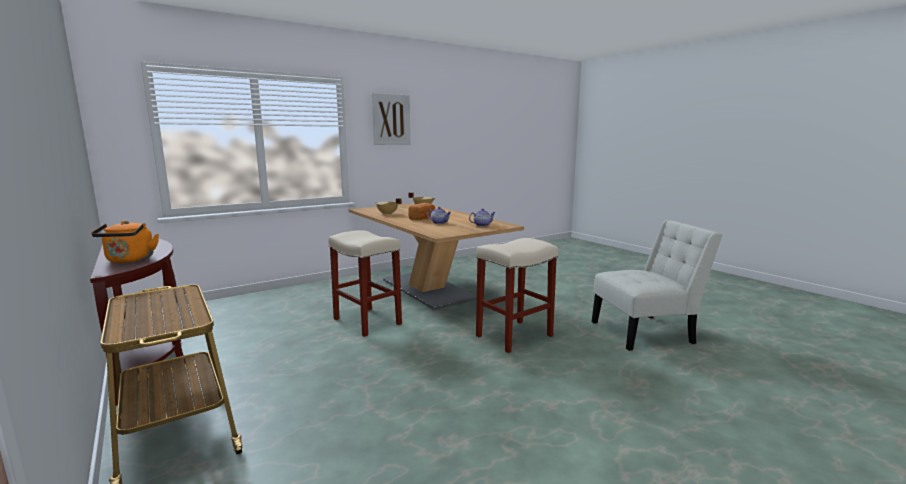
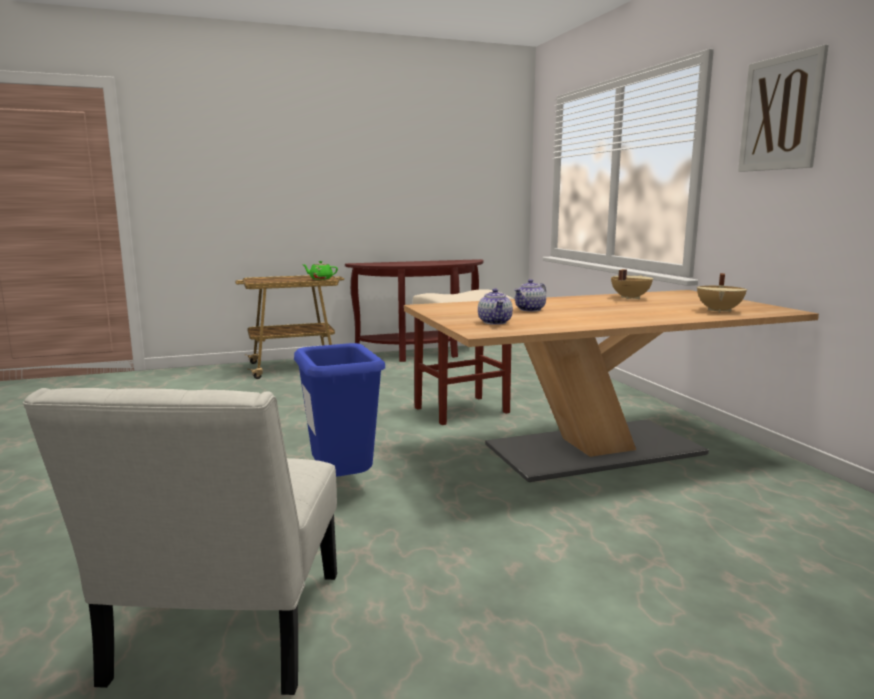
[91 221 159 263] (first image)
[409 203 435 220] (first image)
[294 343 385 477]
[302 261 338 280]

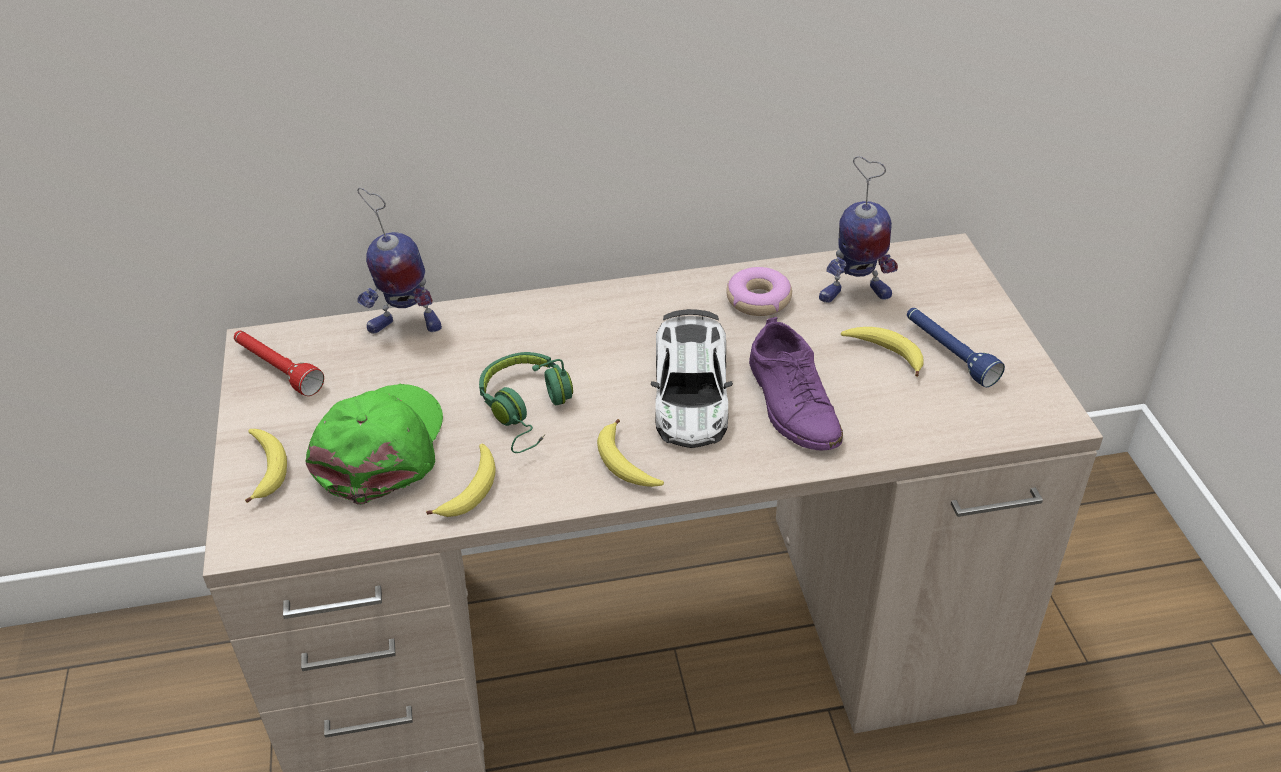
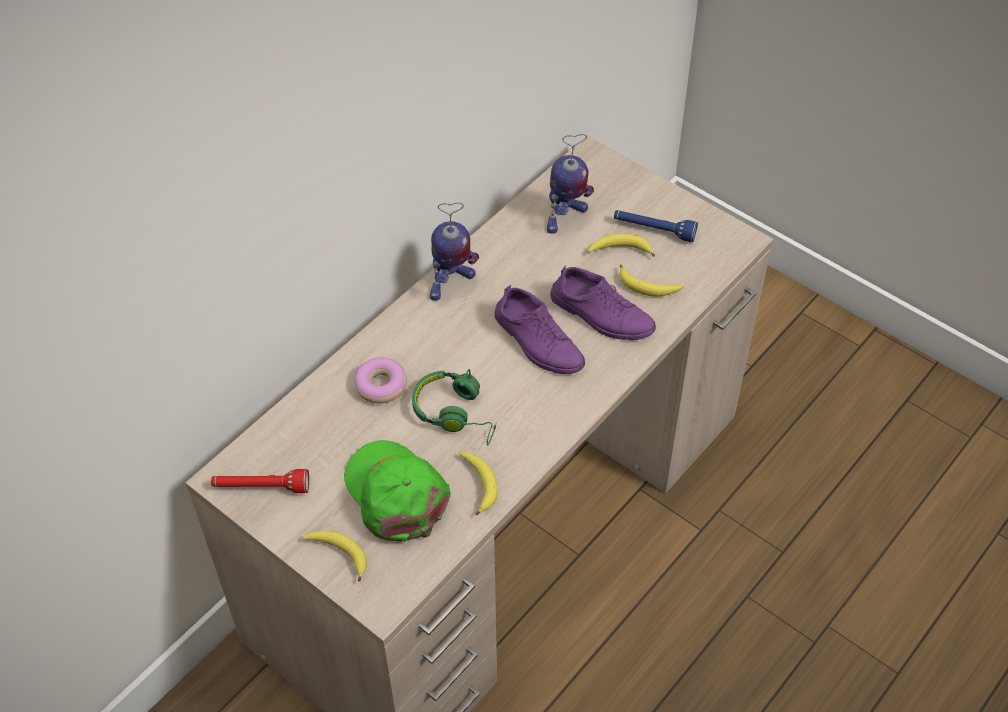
[430 202 479 301]
[620 264 684 296]
[494 285 585 374]
[354 357 407 403]

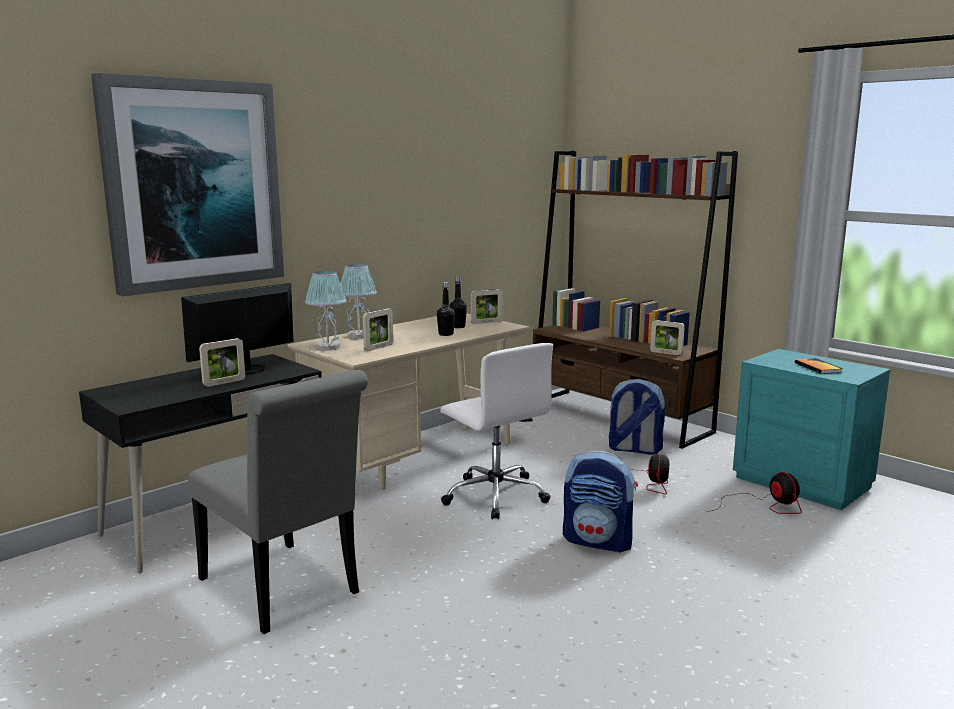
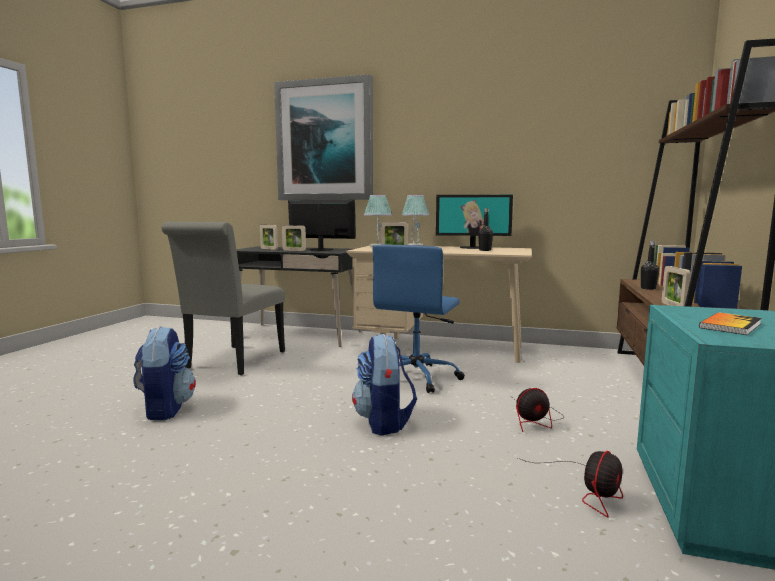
[641 241 660 290]
[372 245 465 393]
[260 225 278 250]
[133 326 196 420]
[436 195 513 249]

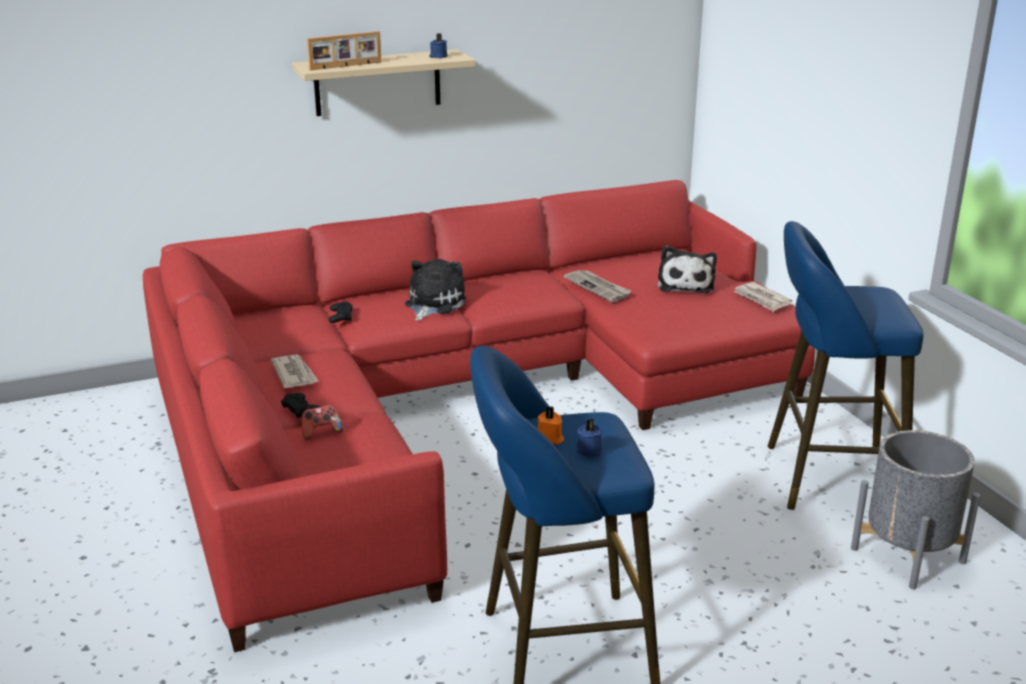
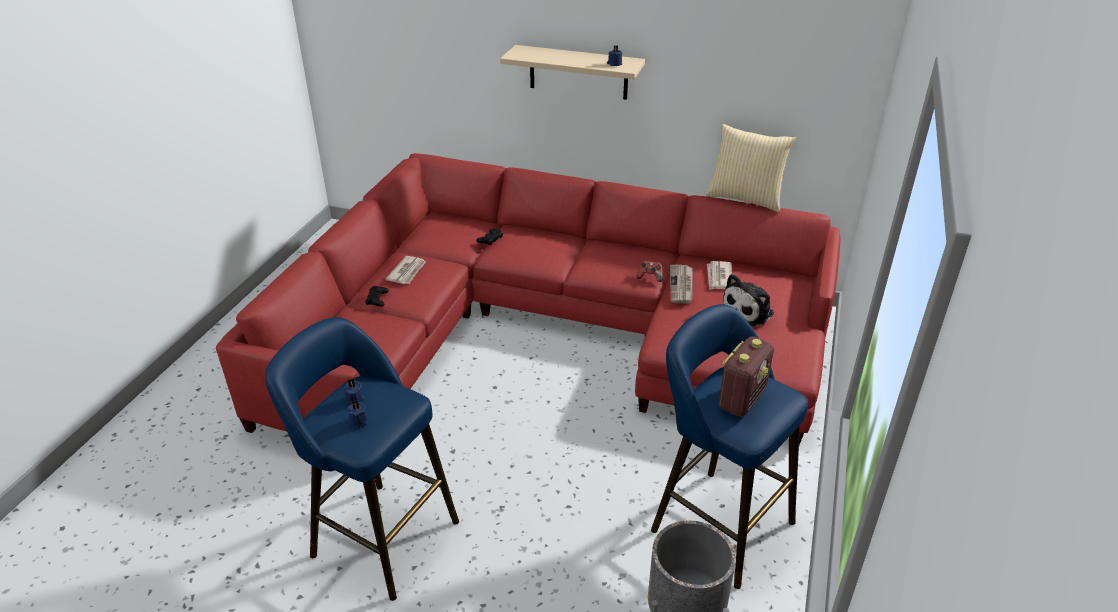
[637 260 663 282]
[307 31 381 70] (first image)
[405 259 467 321] (first image)
[344 378 365 405]
[707 261 732 290]
[706 124 797 212]
[719 336 774 417]

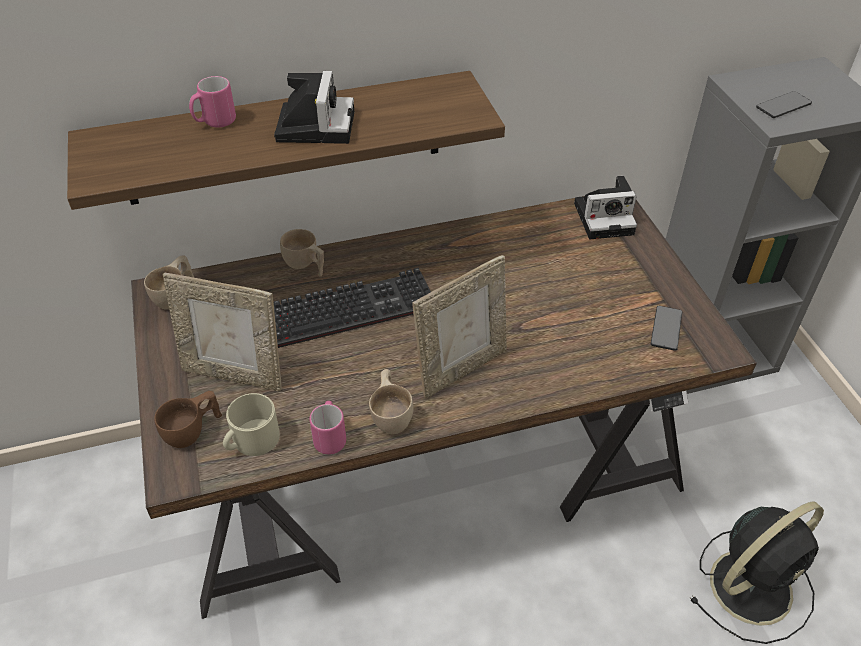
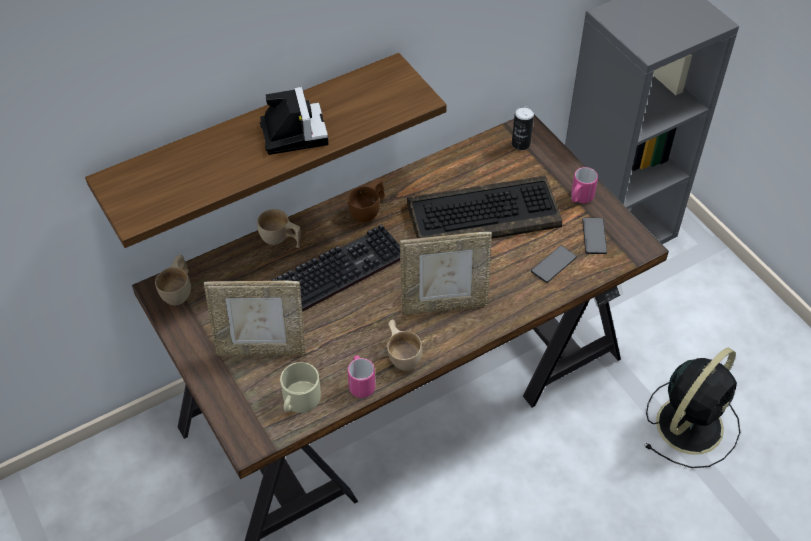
[348 178 385 222]
[571 167 598 203]
[400 232 492 315]
[512 106 534 150]
[531 246 577 283]
[407 176 562 239]

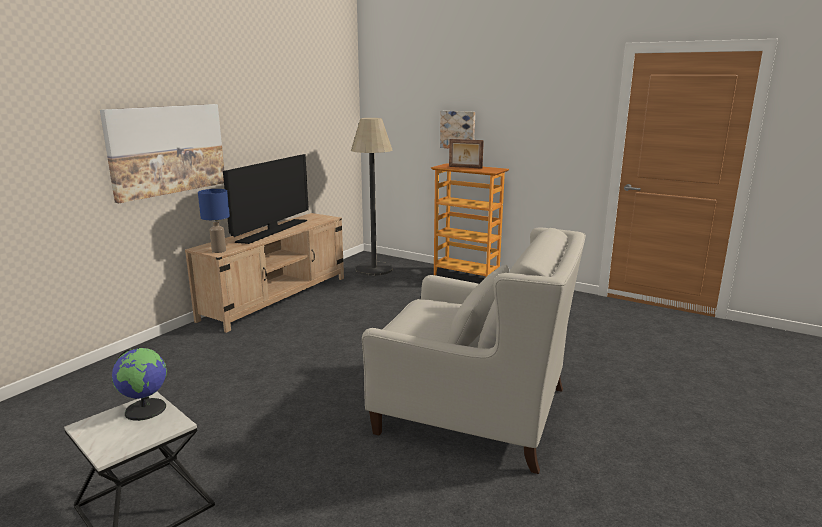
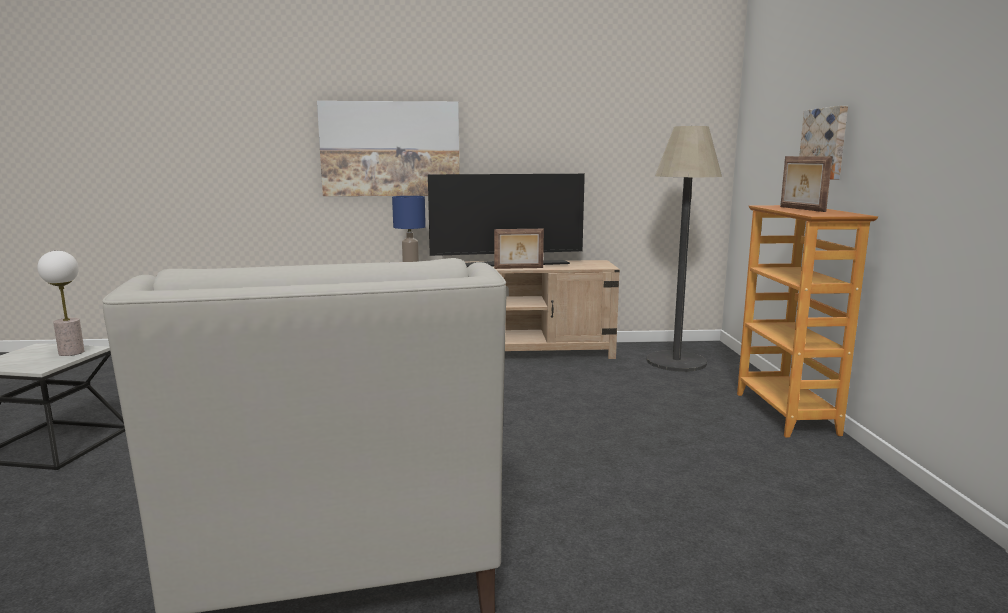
[38 251 84 356]
[494 229 544 269]

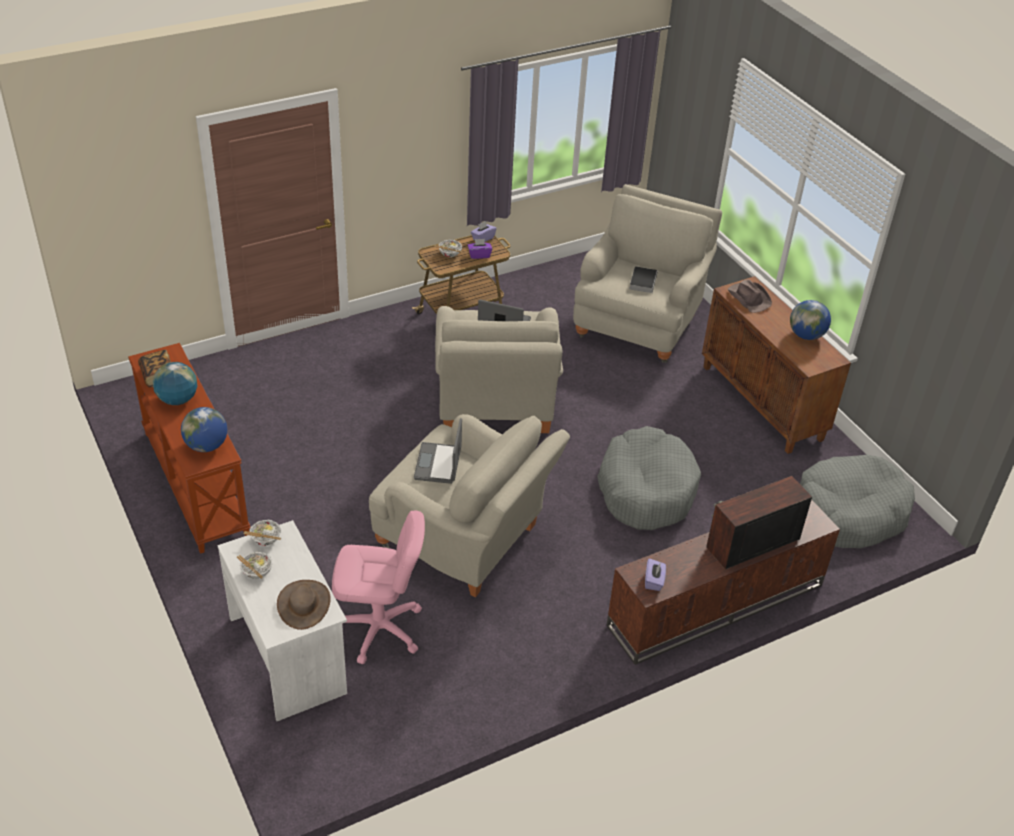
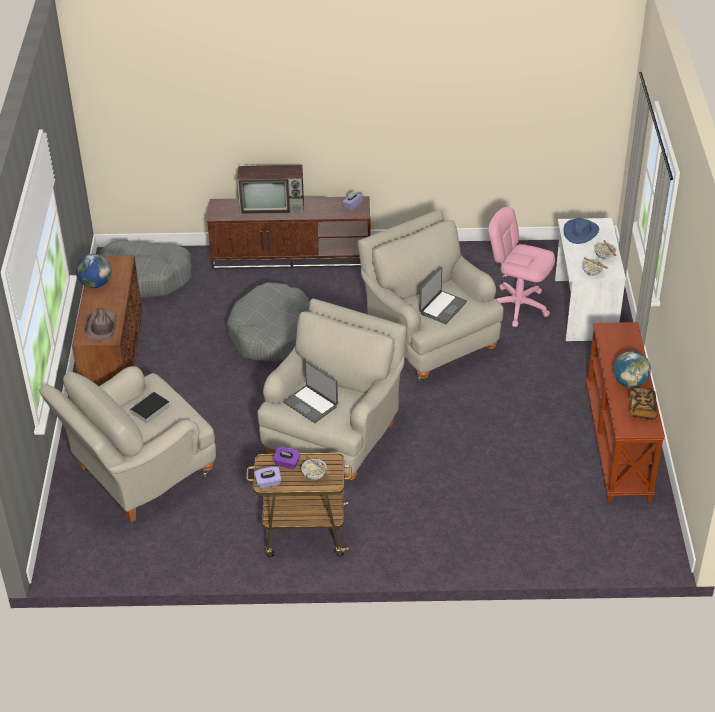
[181 407 227 452] (first image)
[563 218 599 244]

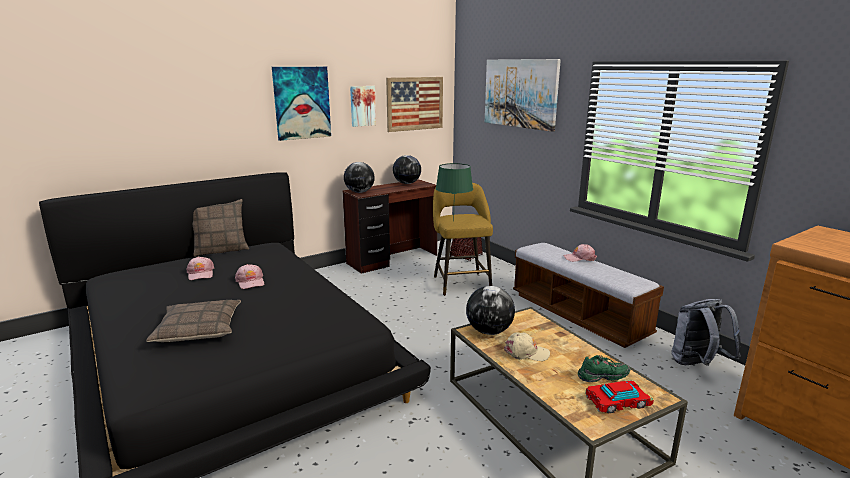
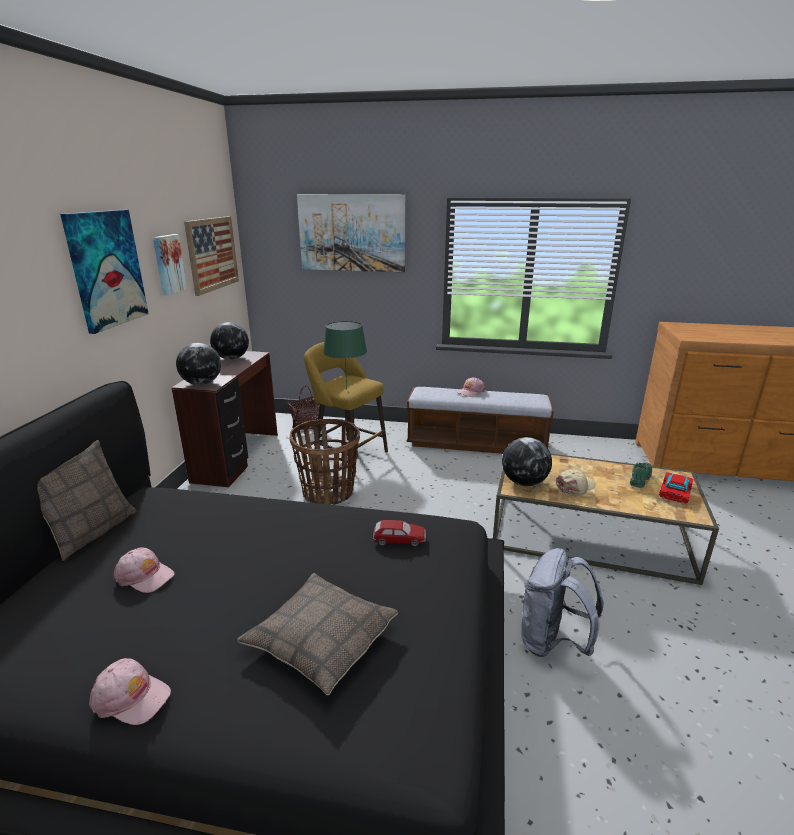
[89 658 171 725]
[521 548 604 657]
[290 419 360 505]
[373 520 426 546]

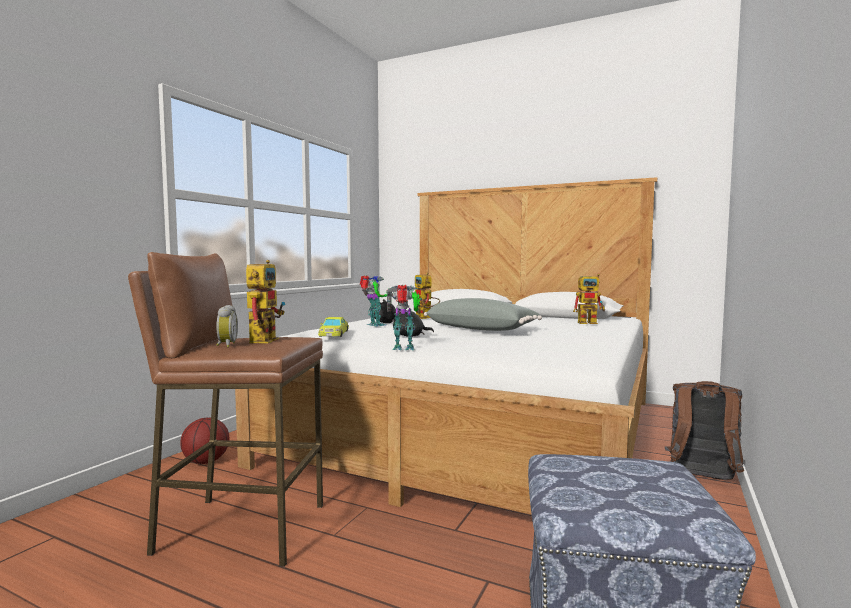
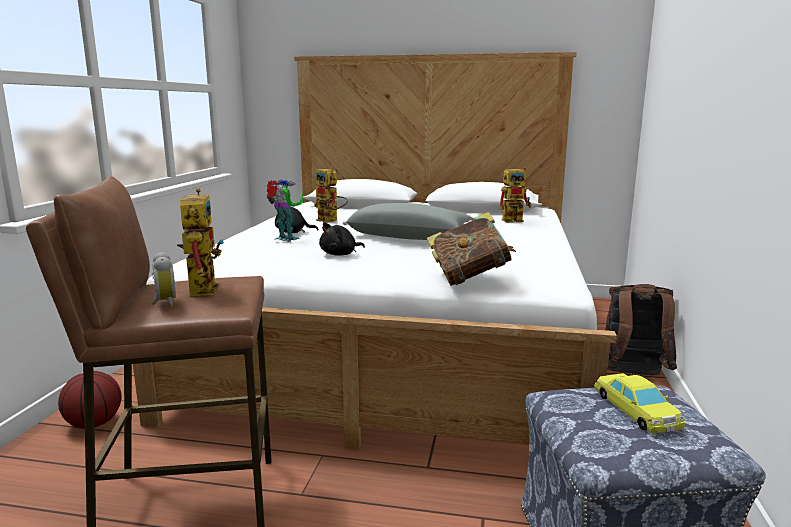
[594 373 685 434]
[386 285 421 350] (first image)
[427 212 516 286]

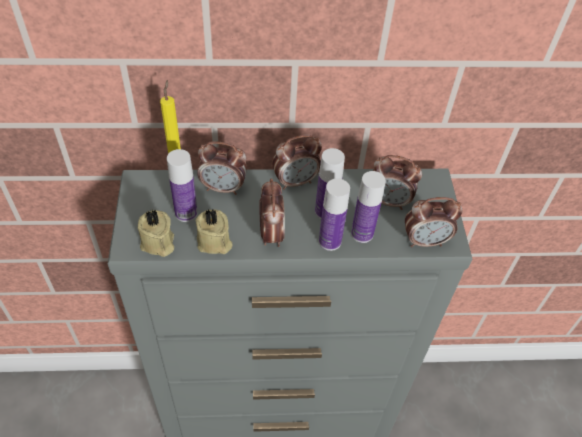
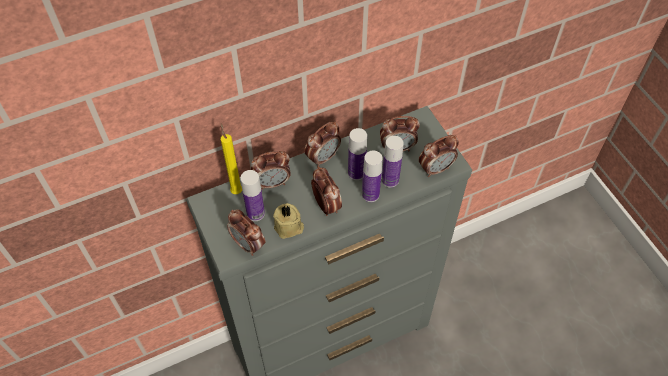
[227 209 265 256]

